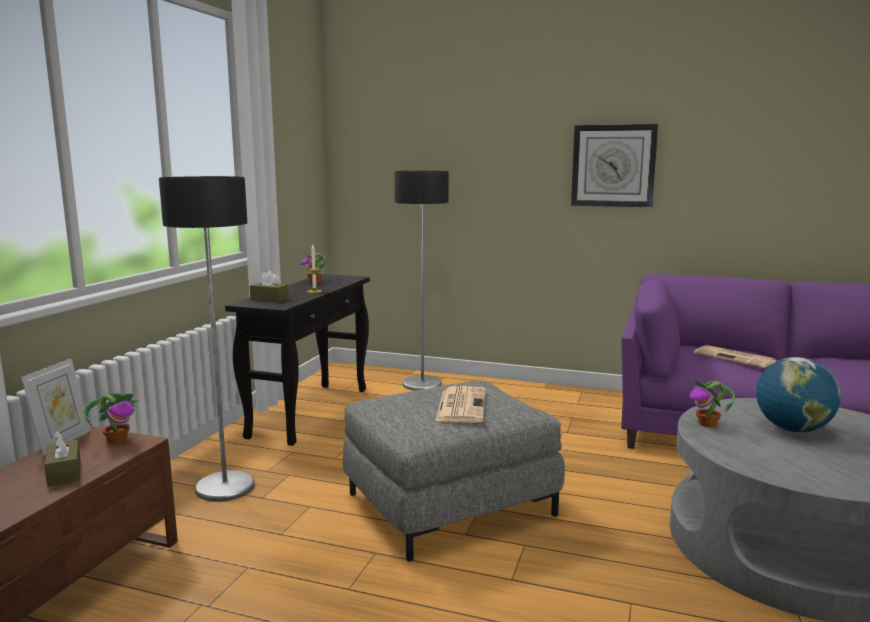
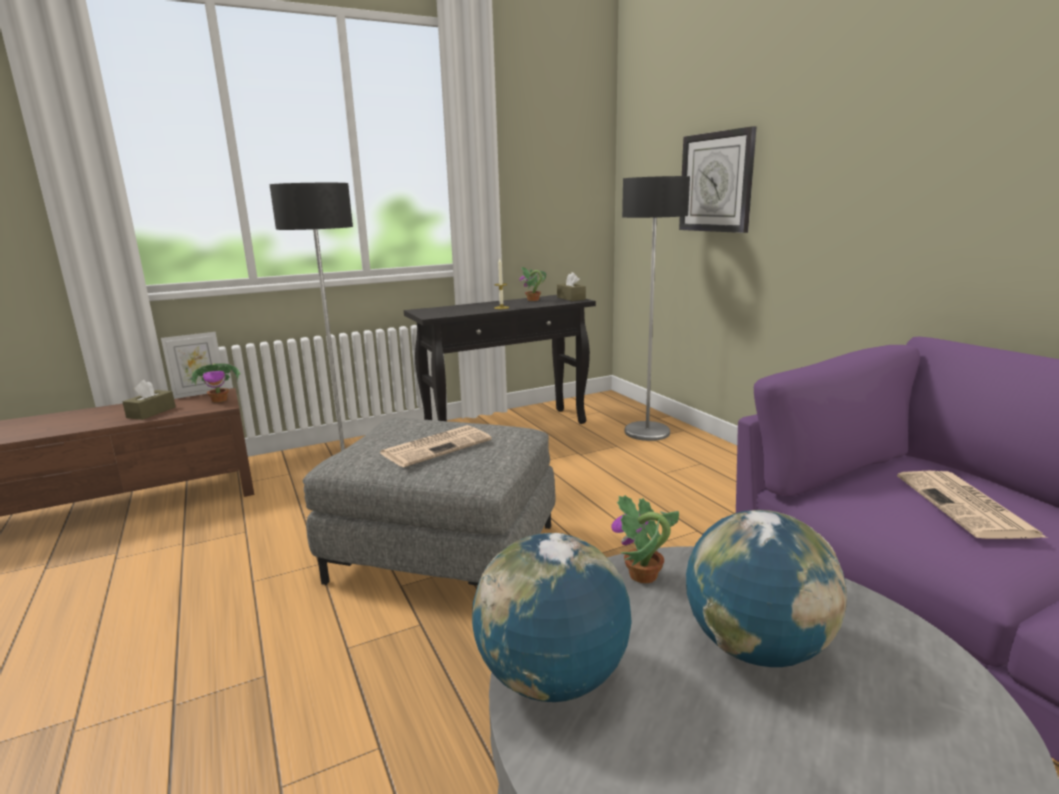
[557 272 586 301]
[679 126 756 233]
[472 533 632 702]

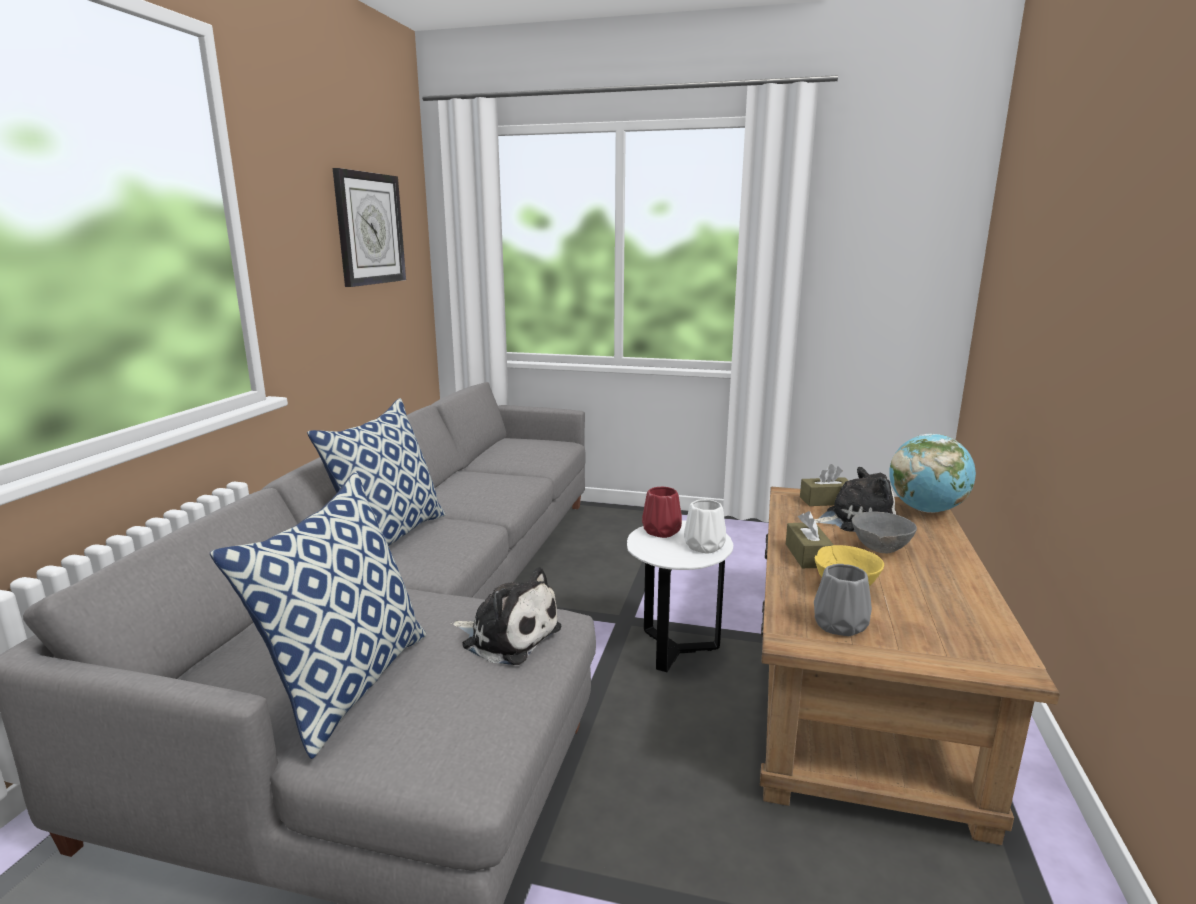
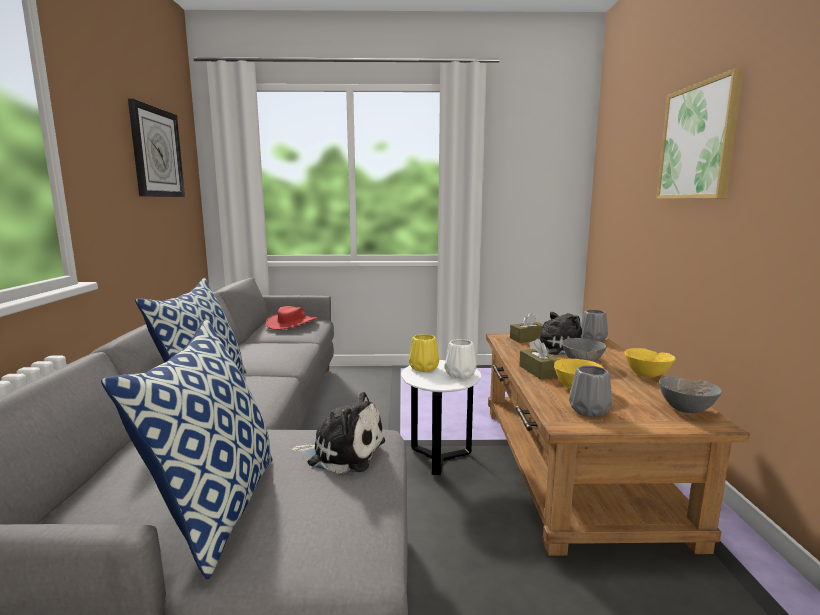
[409 334 439 372]
[581 310 608 342]
[266 306 318 330]
[625 348 675 377]
[656 68 744 199]
[659 376 722 413]

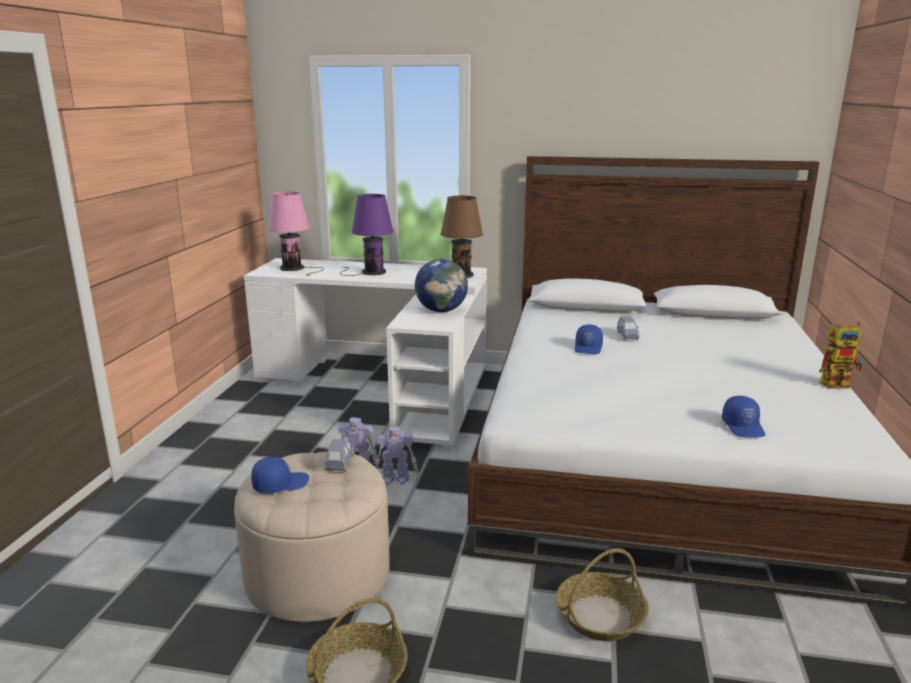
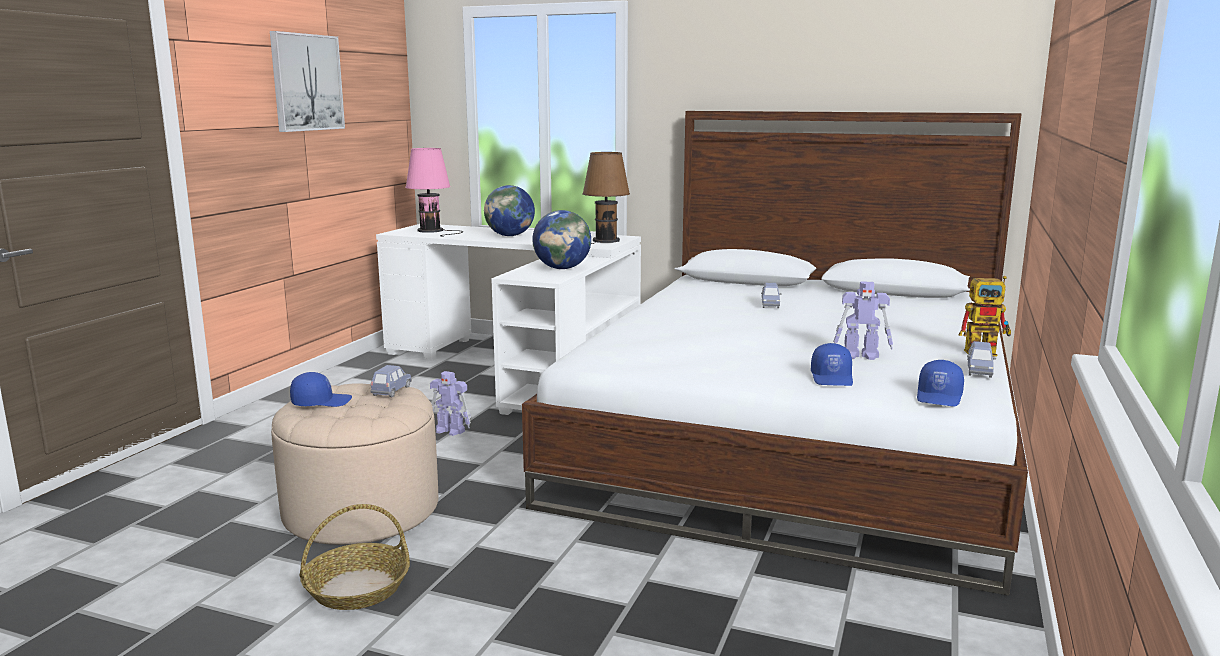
[484 185 535 236]
[833 281 893 360]
[556 548 649 641] (first image)
[917 360 964 406]
[270 31 345 132]
[967 341 996 378]

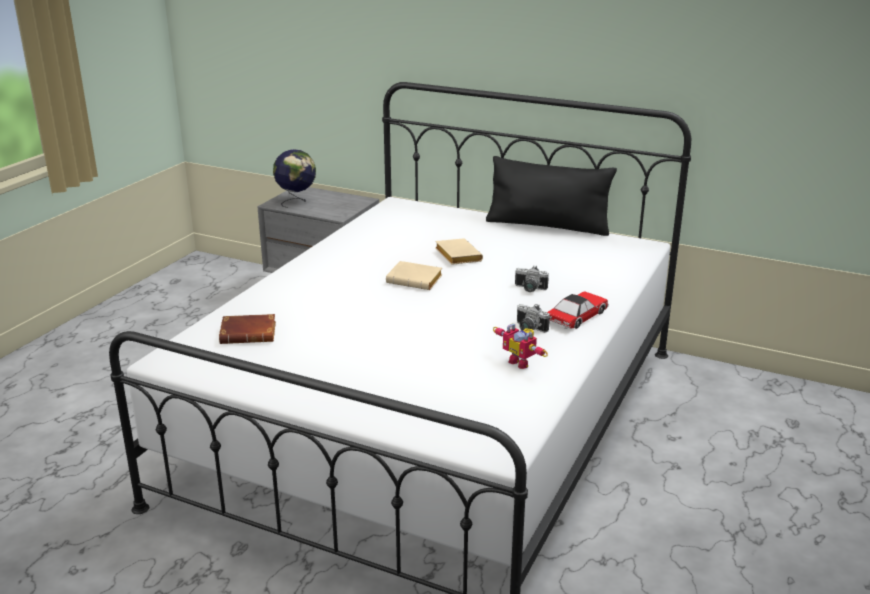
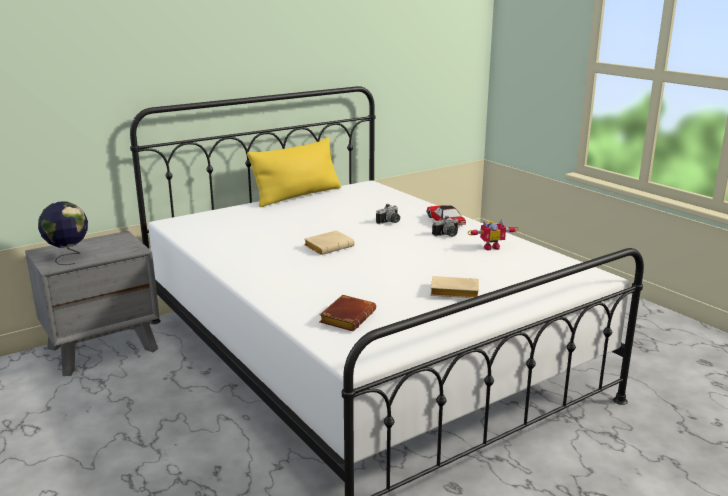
[430 276 479 298]
[247 137 341 207]

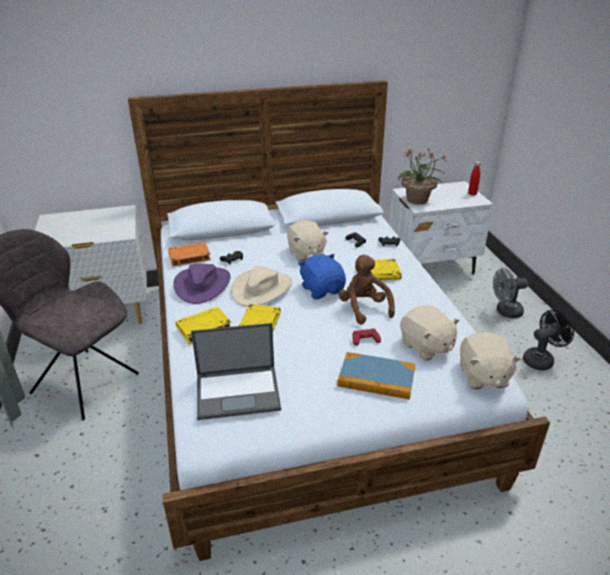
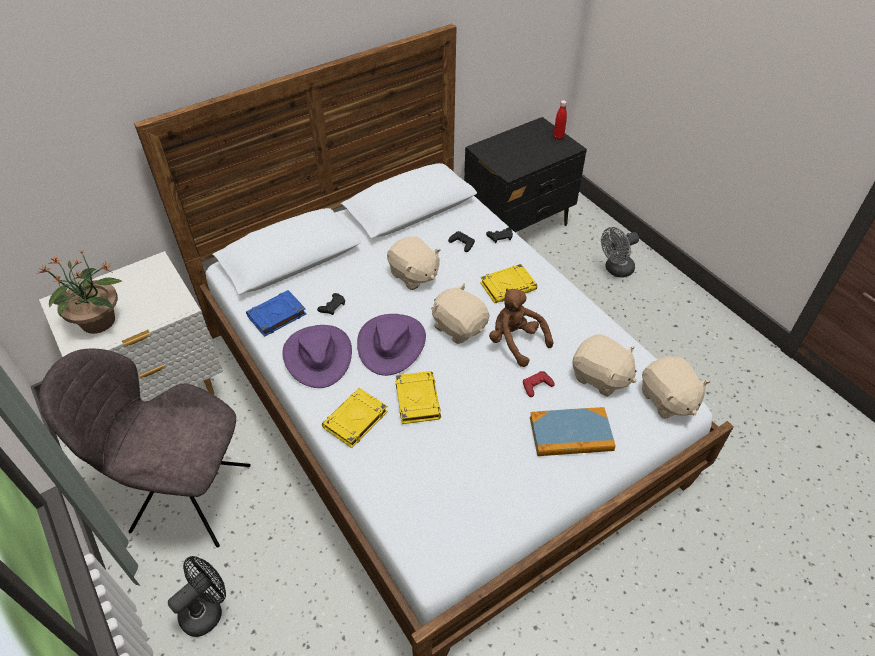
[246 290 306 337]
[191 323 281 420] (first image)
[357 314 426 376]
[431 284 489 344]
[464 117 587 232]
[36 250 122 334]
[168 556 226 637]

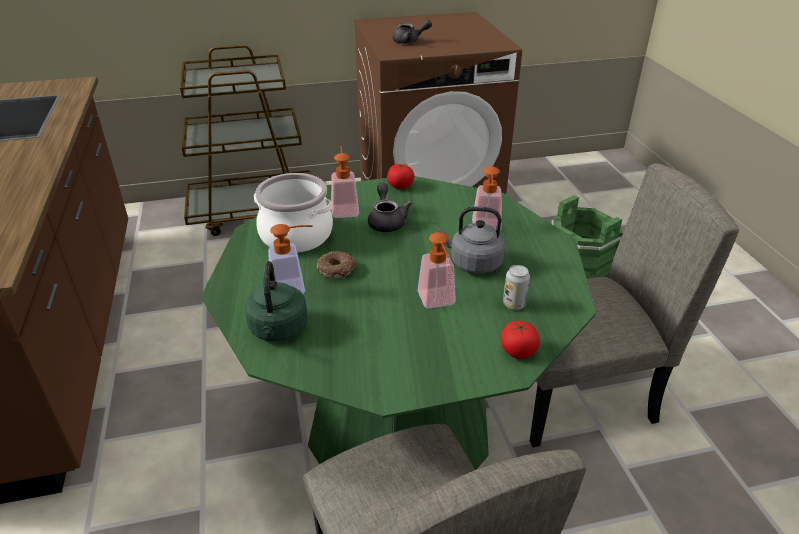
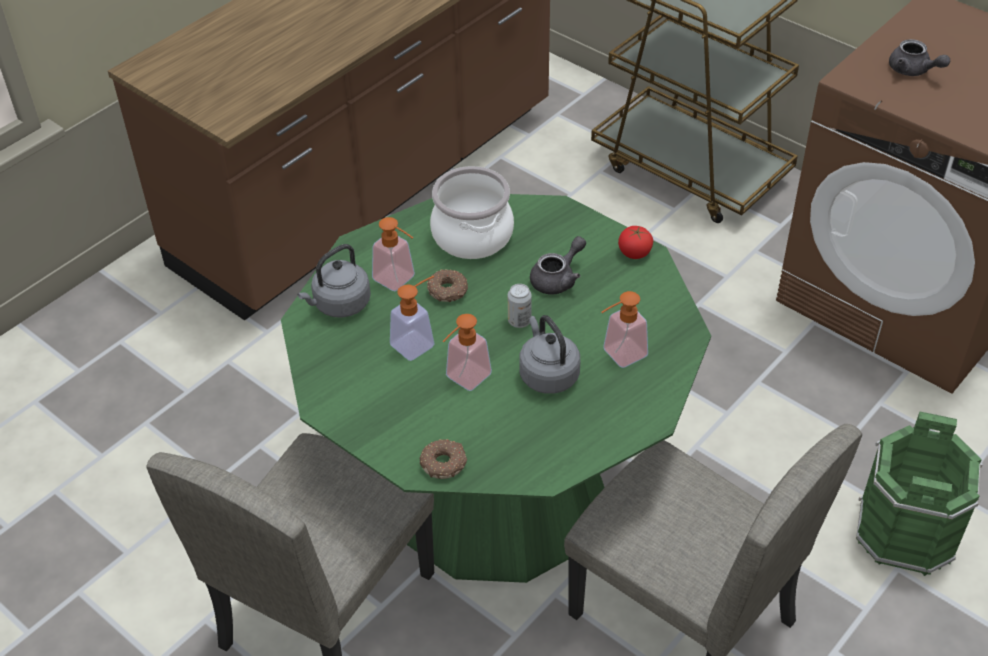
[297 244 371 318]
[390 276 435 361]
[420 439 467 479]
[508 284 532 328]

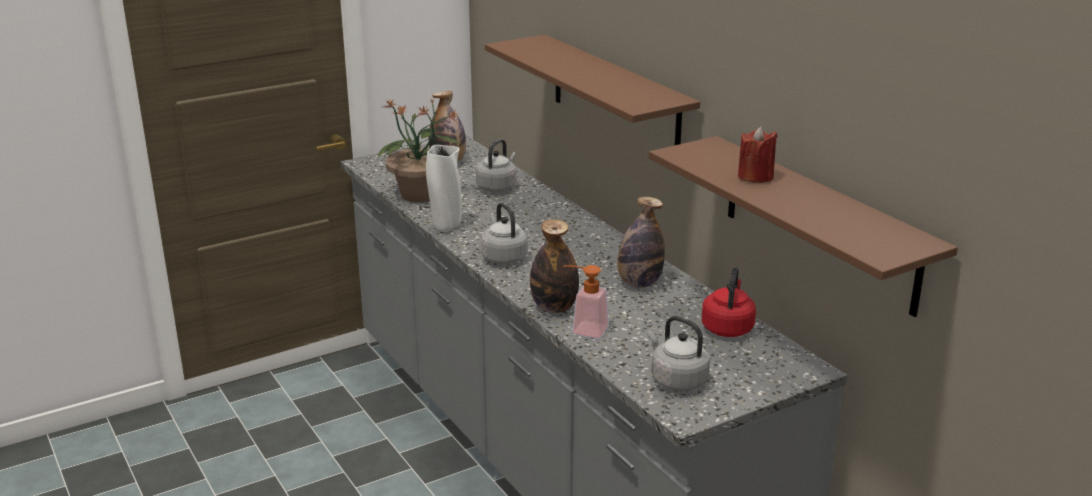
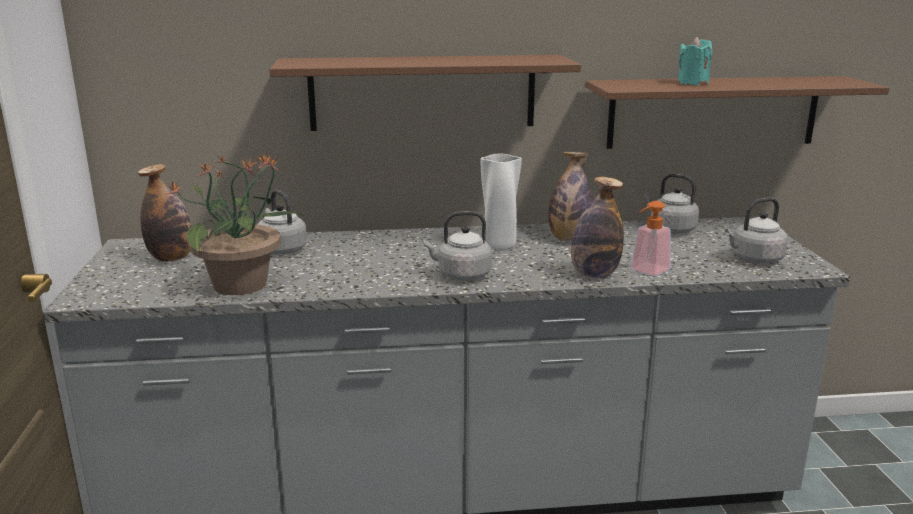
[481 154 522 250]
[644 174 699 234]
[678 37 712 85]

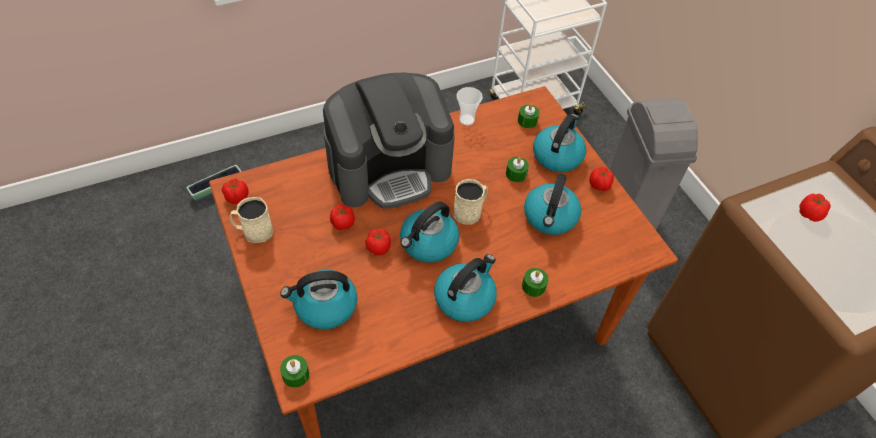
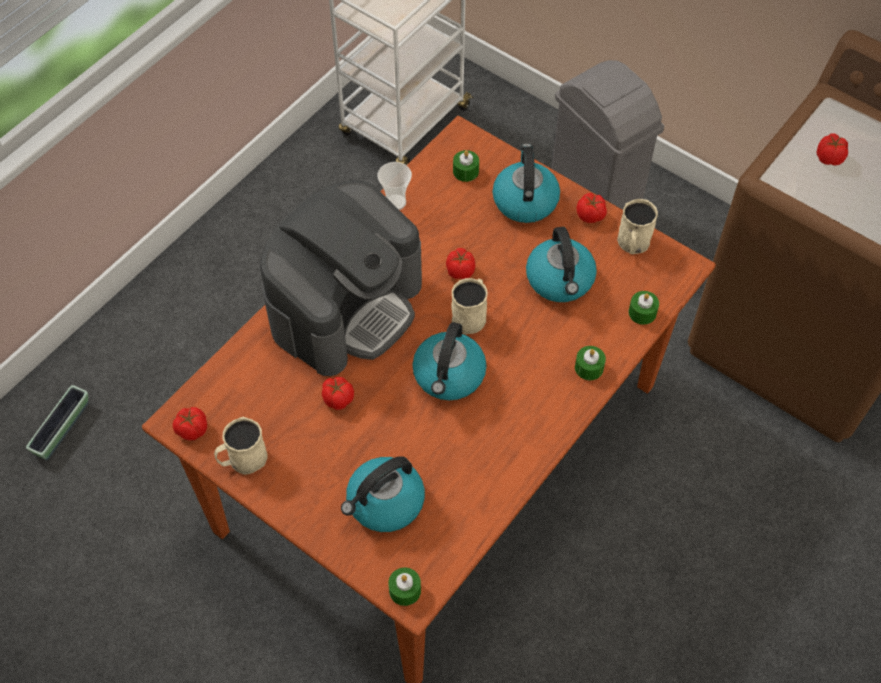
[446 248 475 279]
[434 254 497 322] (first image)
[629 291 659 325]
[617 199 658 254]

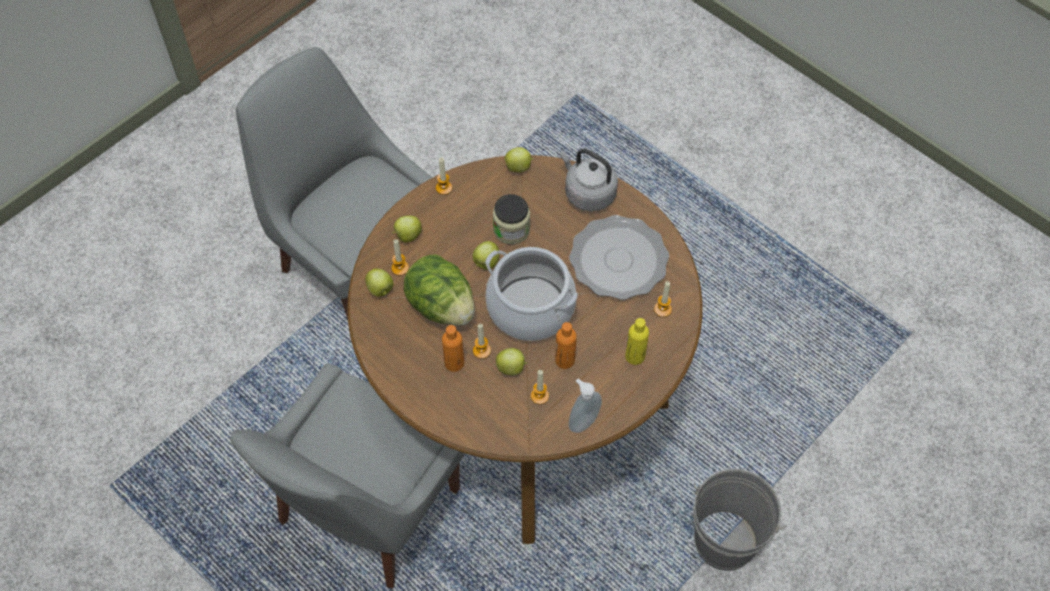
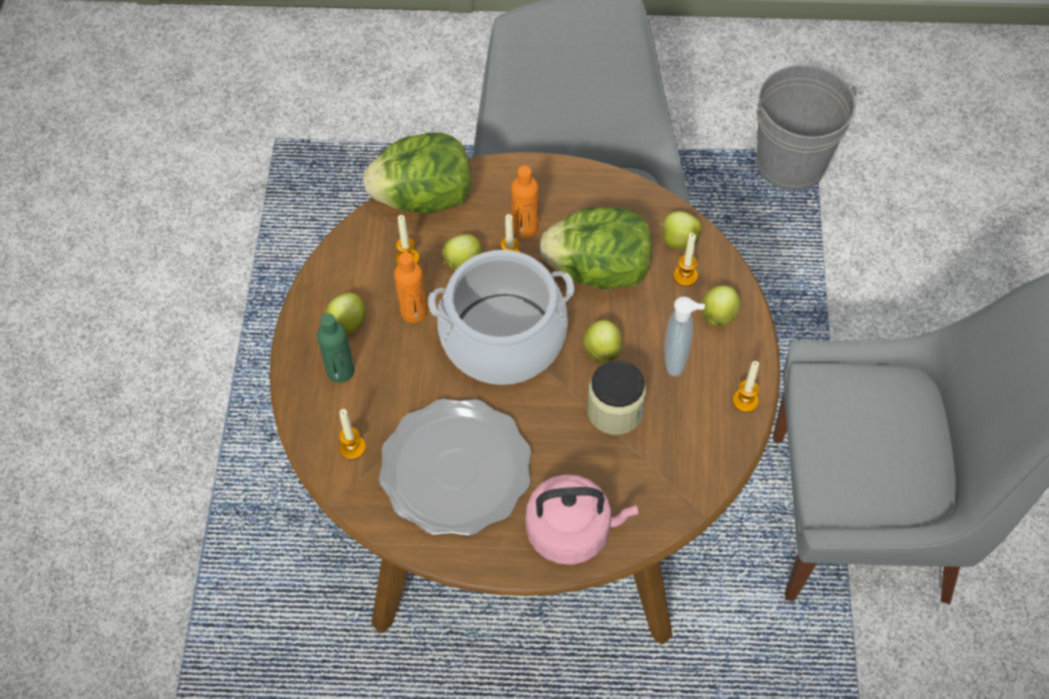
[325 293 366 334]
[526 475 638 565]
[665 296 705 376]
[317 313 355 383]
[756 65 862 191]
[363 133 471 214]

